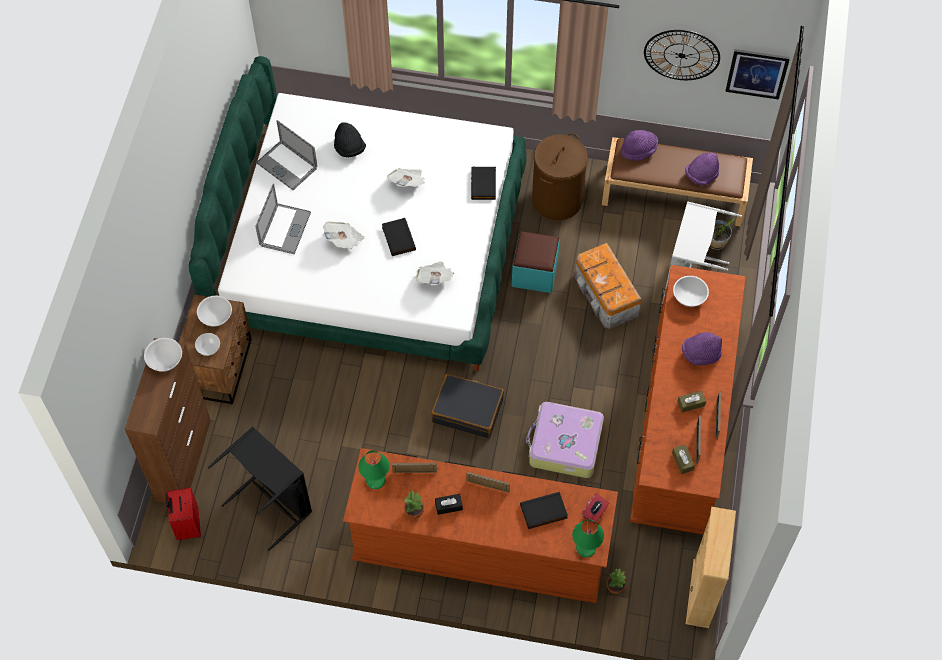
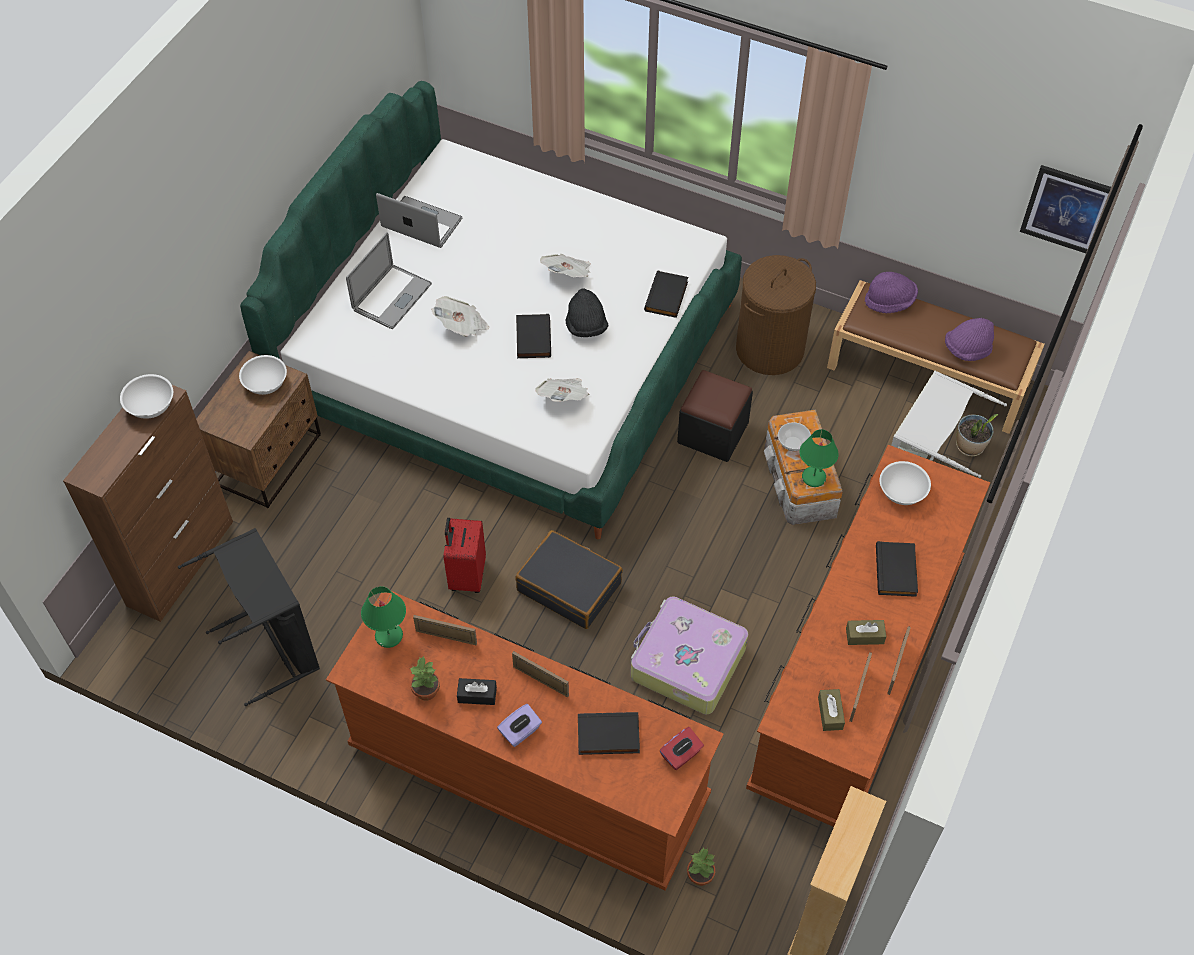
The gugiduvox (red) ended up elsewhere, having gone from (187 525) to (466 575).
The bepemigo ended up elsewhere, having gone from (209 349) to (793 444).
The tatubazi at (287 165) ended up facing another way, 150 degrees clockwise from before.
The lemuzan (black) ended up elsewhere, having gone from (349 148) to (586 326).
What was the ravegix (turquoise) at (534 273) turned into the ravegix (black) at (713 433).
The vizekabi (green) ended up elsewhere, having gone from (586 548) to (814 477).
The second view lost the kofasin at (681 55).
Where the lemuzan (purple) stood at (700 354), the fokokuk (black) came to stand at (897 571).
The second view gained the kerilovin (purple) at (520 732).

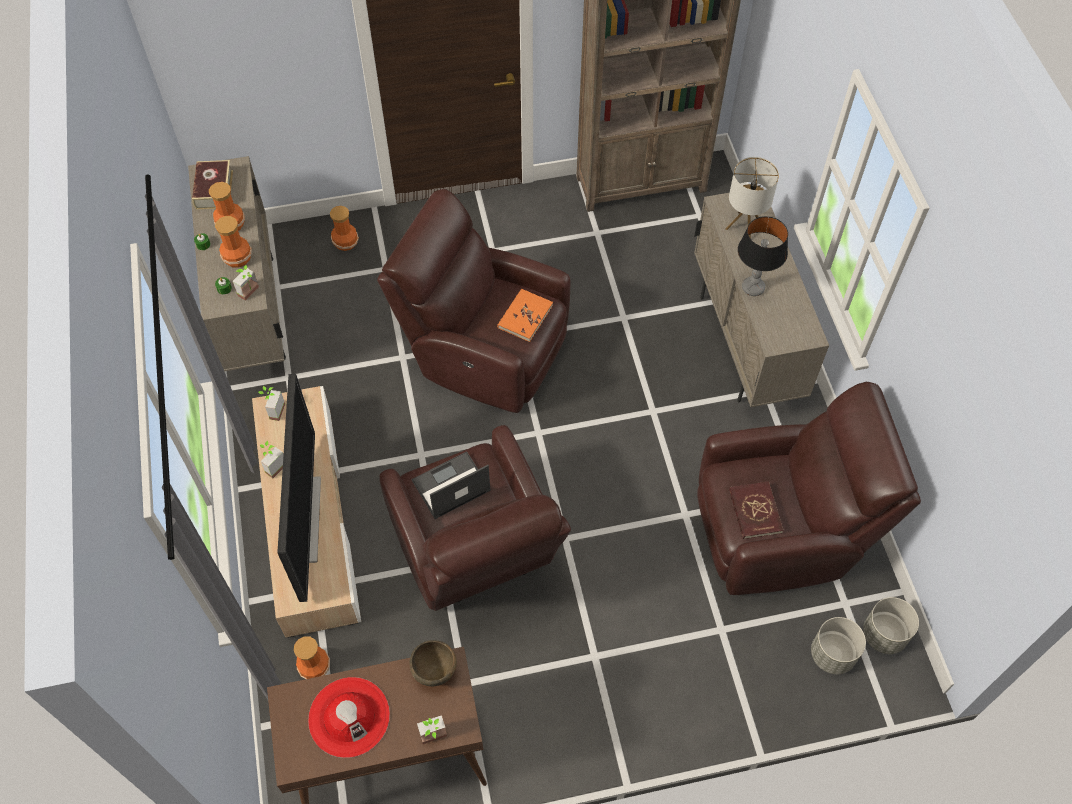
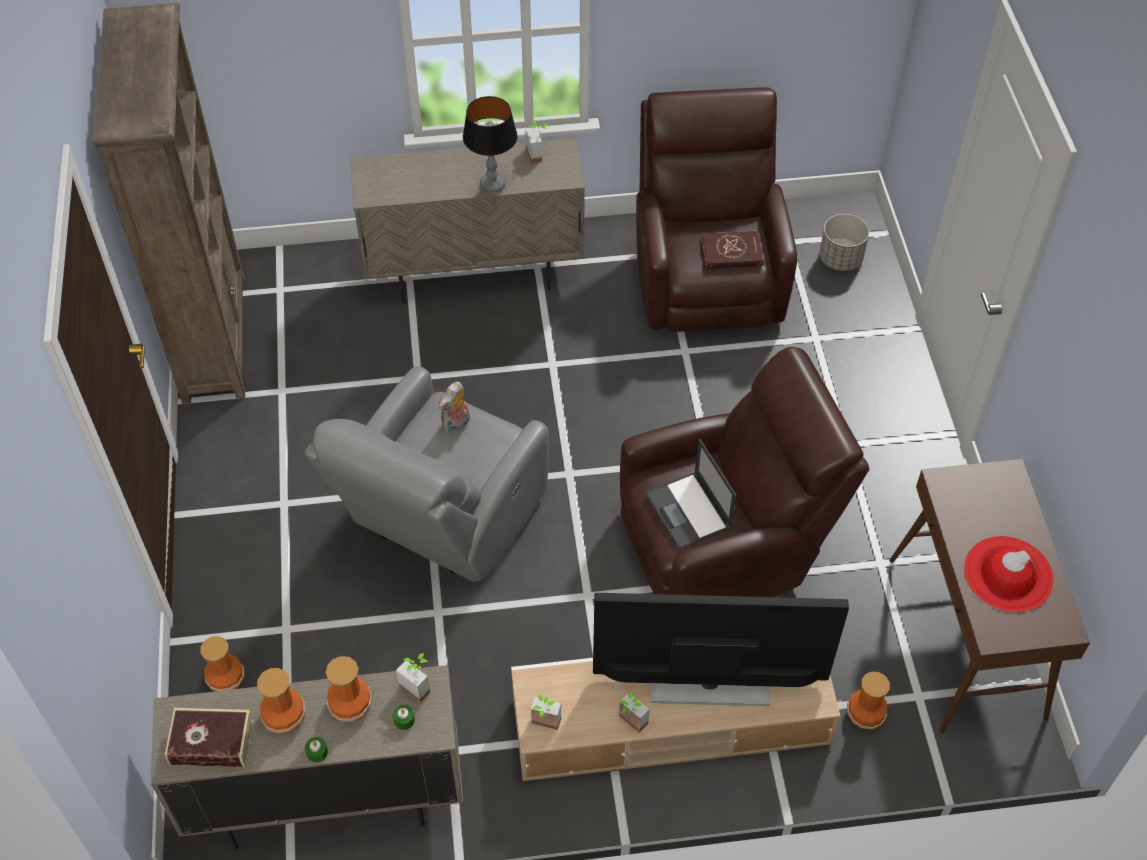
What was the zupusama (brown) at (484 350) turned into the zupusama (grey) at (441 521).
The second view lost the bepemigo (brown) at (435 671).
The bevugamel ended up elsewhere, having gone from (435 739) to (538 153).
Where the fokokuk (orange) stood at (525 316), the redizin came to stand at (456 425).
The second view lost the vizekabi at (744 226).
The second view lost the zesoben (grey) at (883 635).

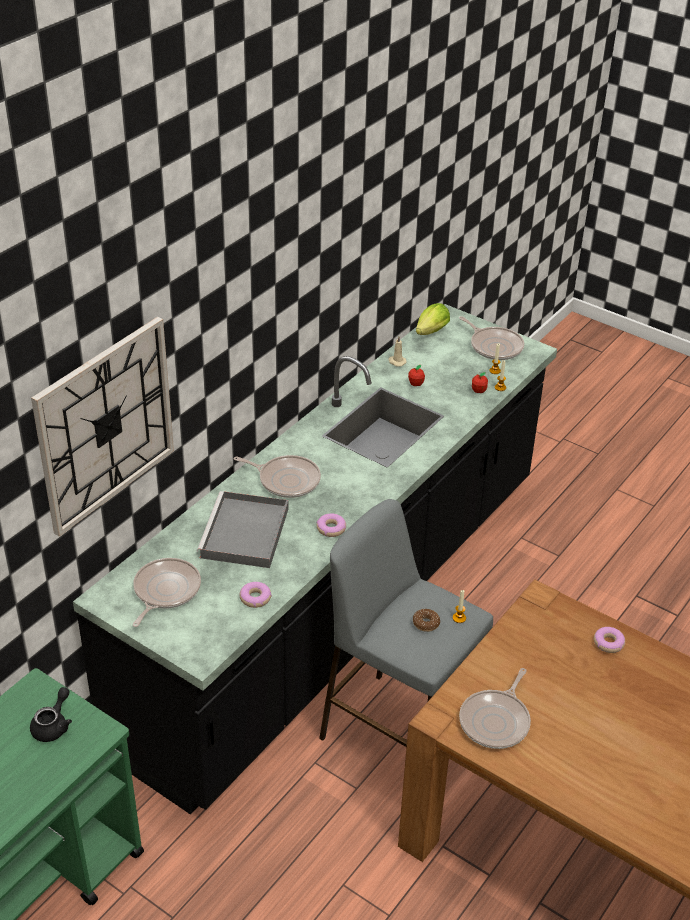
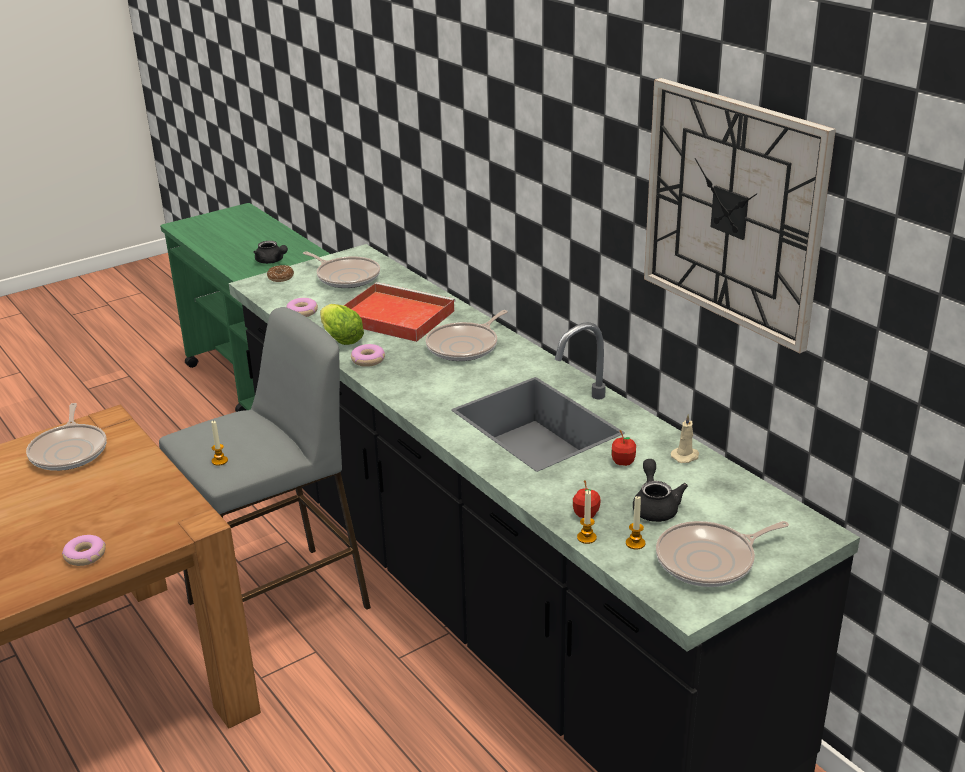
The kofasin ended up elsewhere, having gone from (105 425) to (732 211).
What was the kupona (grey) at (245 534) turned into the kupona (red) at (393 316).
The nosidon ended up elsewhere, having gone from (426 623) to (280 278).
The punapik ended up elsewhere, having gone from (430 333) to (339 338).
The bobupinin at (496 721) ended up facing another way, 150 degrees counterclockwise from before.
The second view gained the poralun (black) at (655 506).

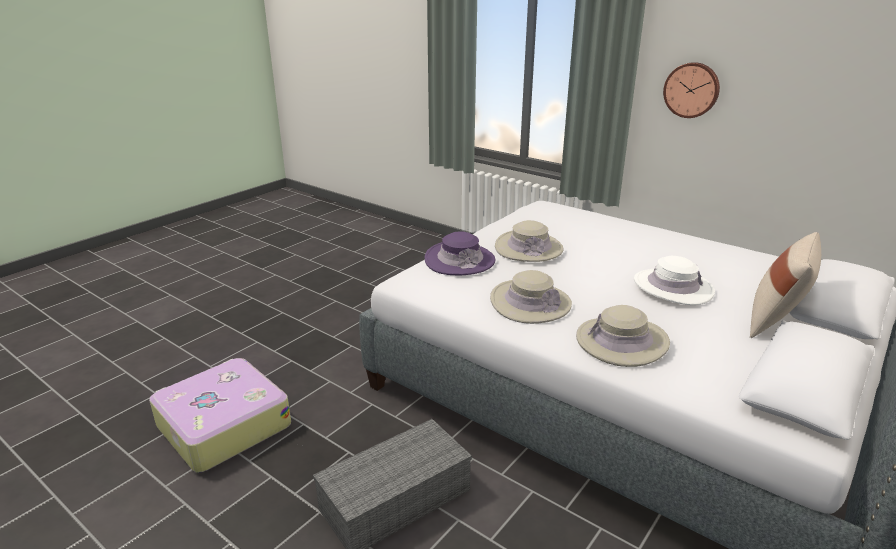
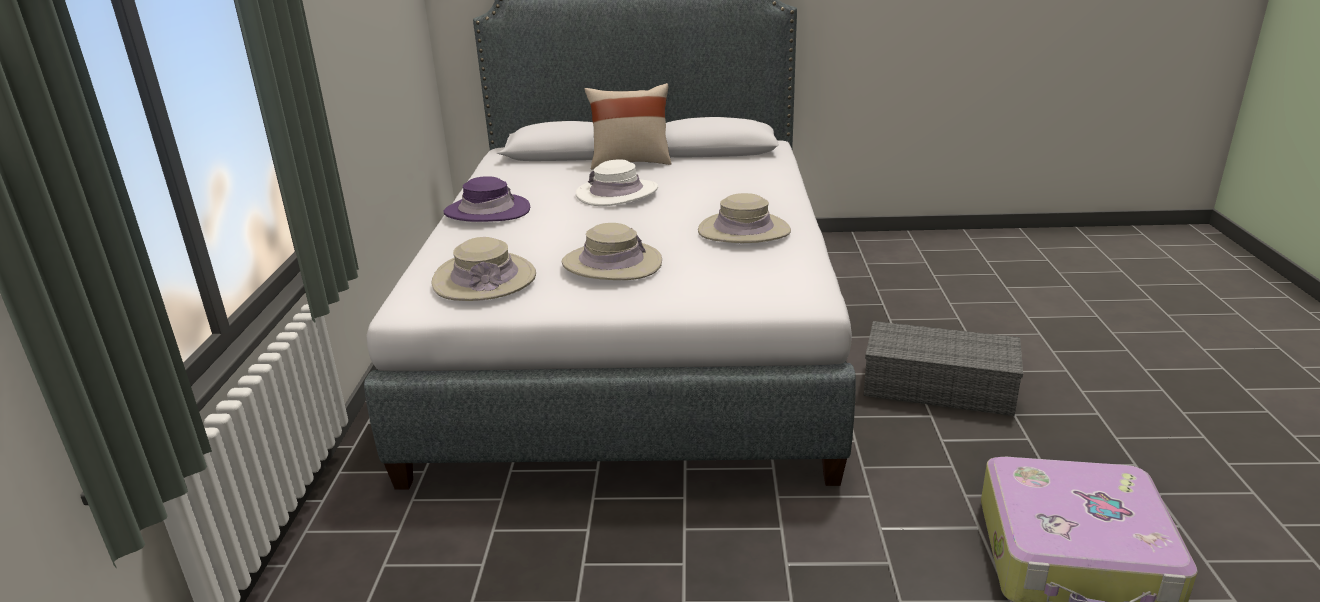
The lemuzan (purple) ended up elsewhere, having gone from (459 260) to (487 211).
The lemuzan (beige) ended up elsewhere, having gone from (621 341) to (484 279).
The second view lost the kofasin at (691 90).

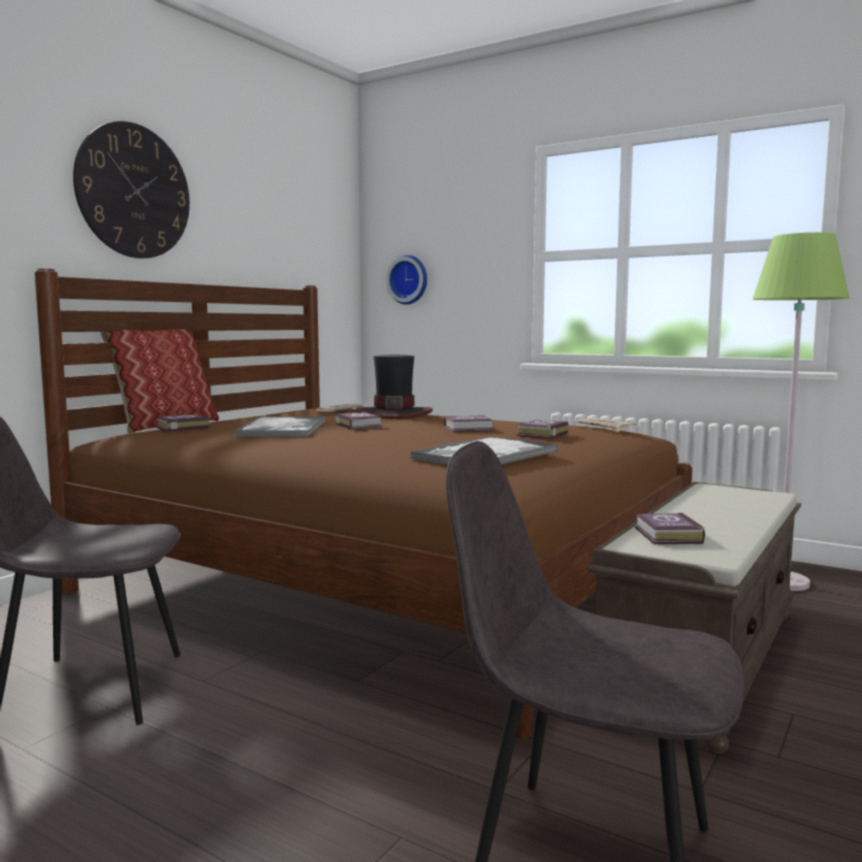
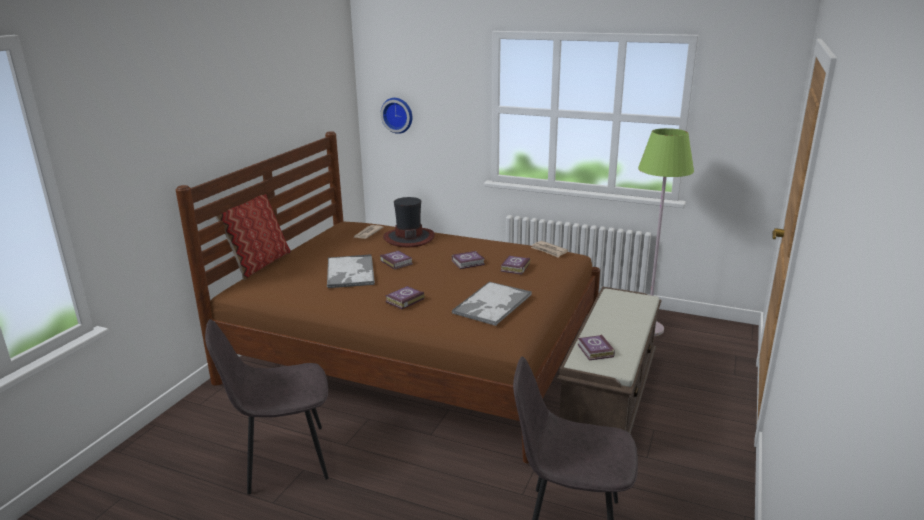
The second view lost the kofasin at (134 191).
The fokokuk ended up elsewhere, having gone from (181 427) to (403 300).

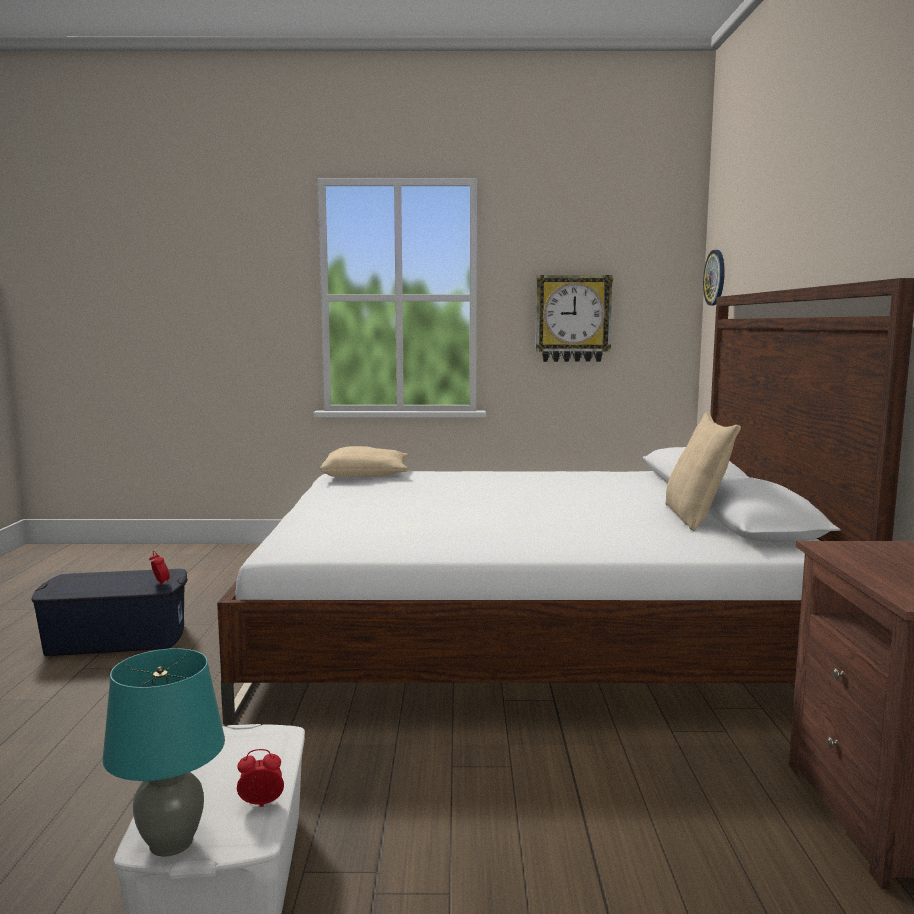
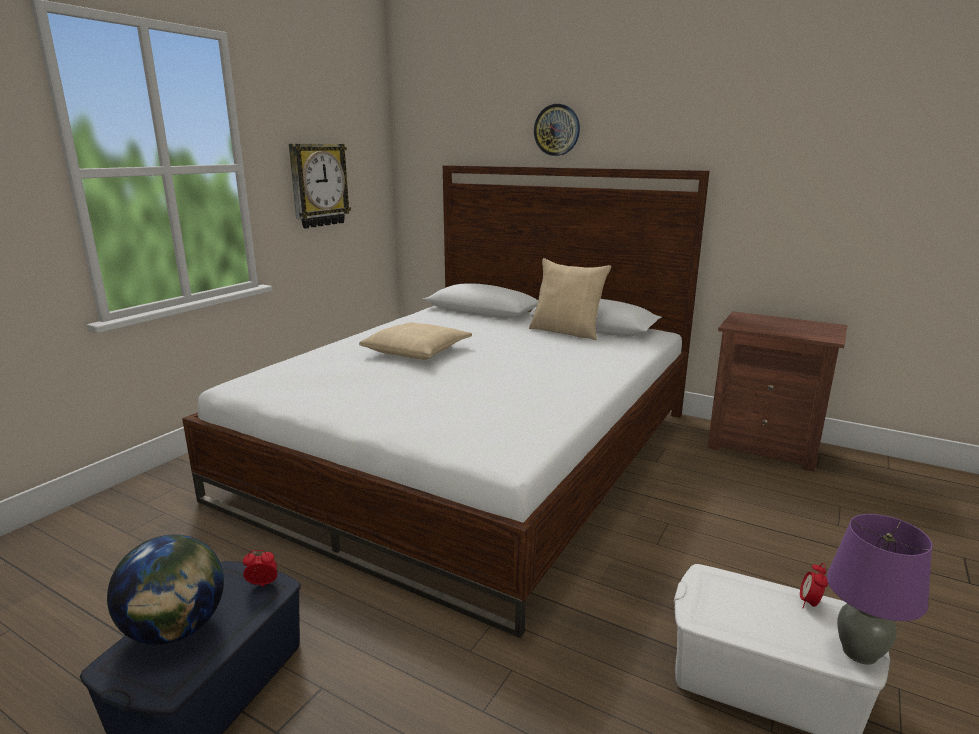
What was the vizekabi (turquoise) at (170 843) turned into the vizekabi (purple) at (859 653).
The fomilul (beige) ended up elsewhere, having gone from (366 475) to (417 351).
The kofasin ended up elsewhere, having gone from (715 277) to (557 130).
The second view gained the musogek at (176 629).

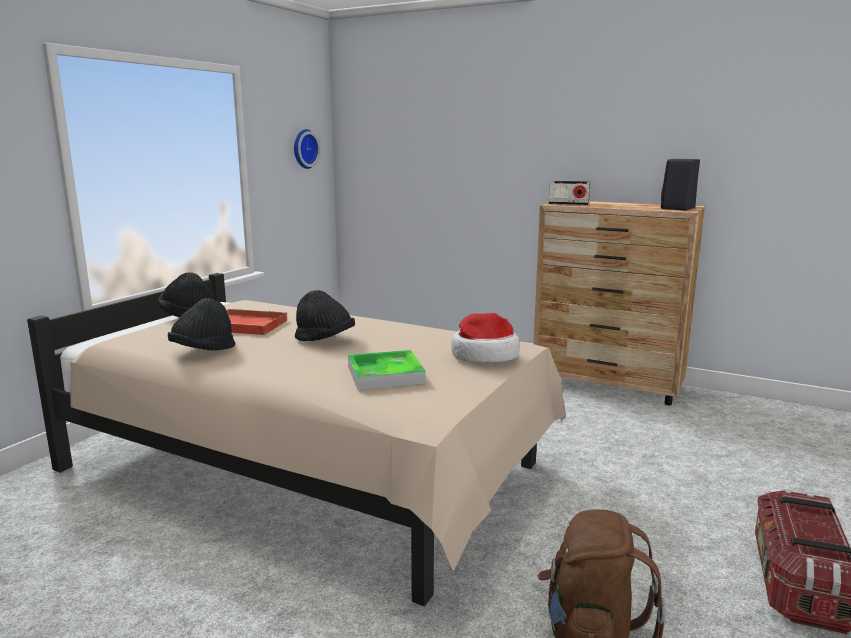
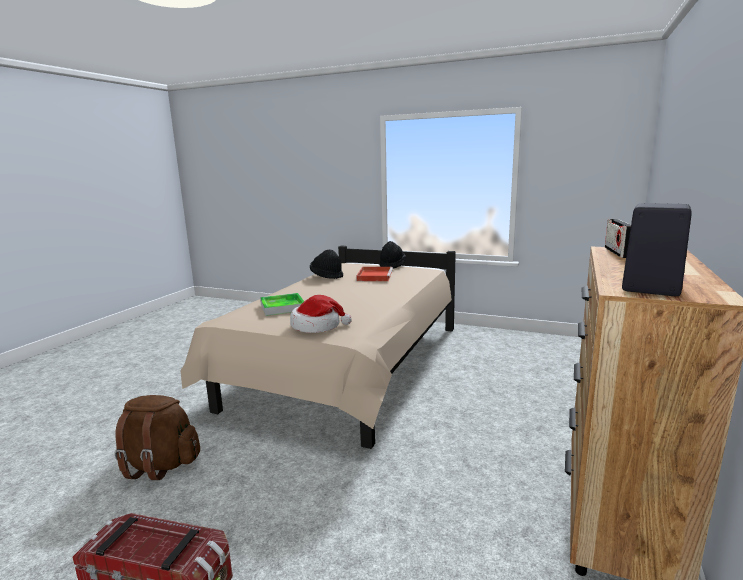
The second view lost the kofasin at (304 149).
The second view lost the lemuzan (black) at (324 340).

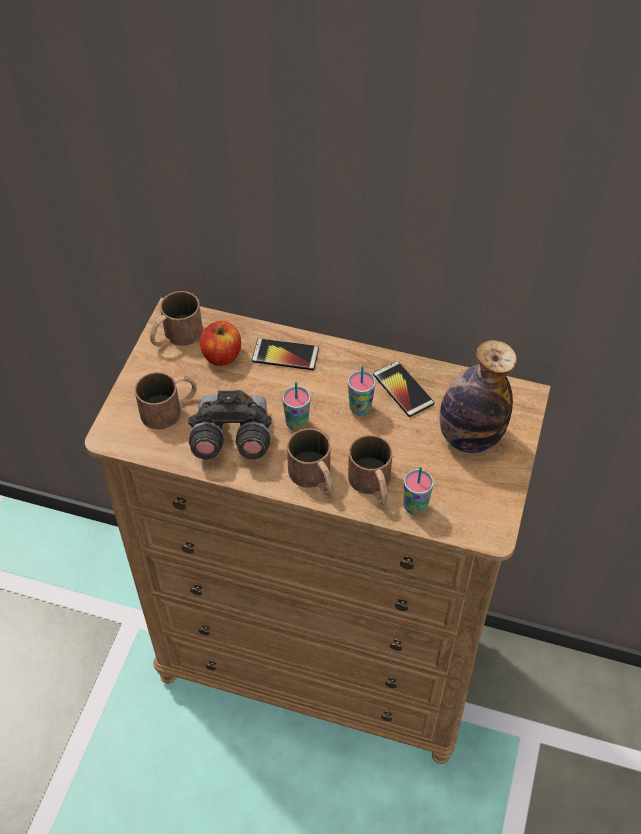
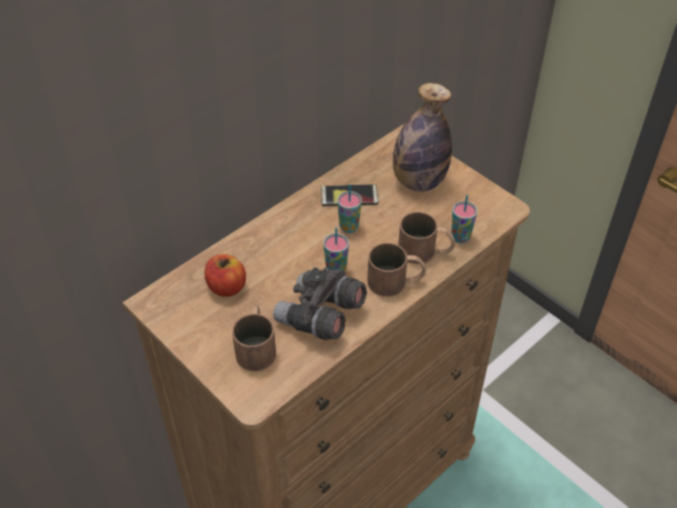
The second view lost the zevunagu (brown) at (175 336).
The second view lost the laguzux at (285 355).

